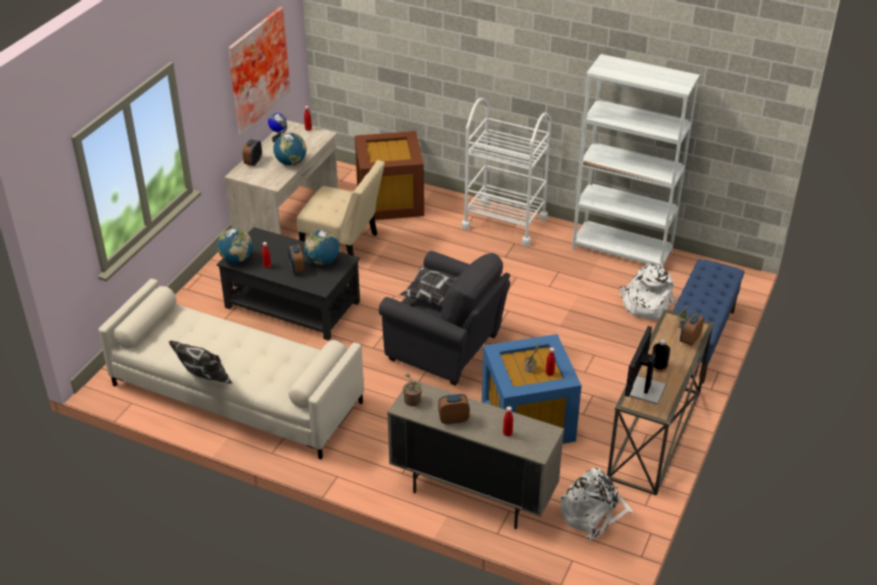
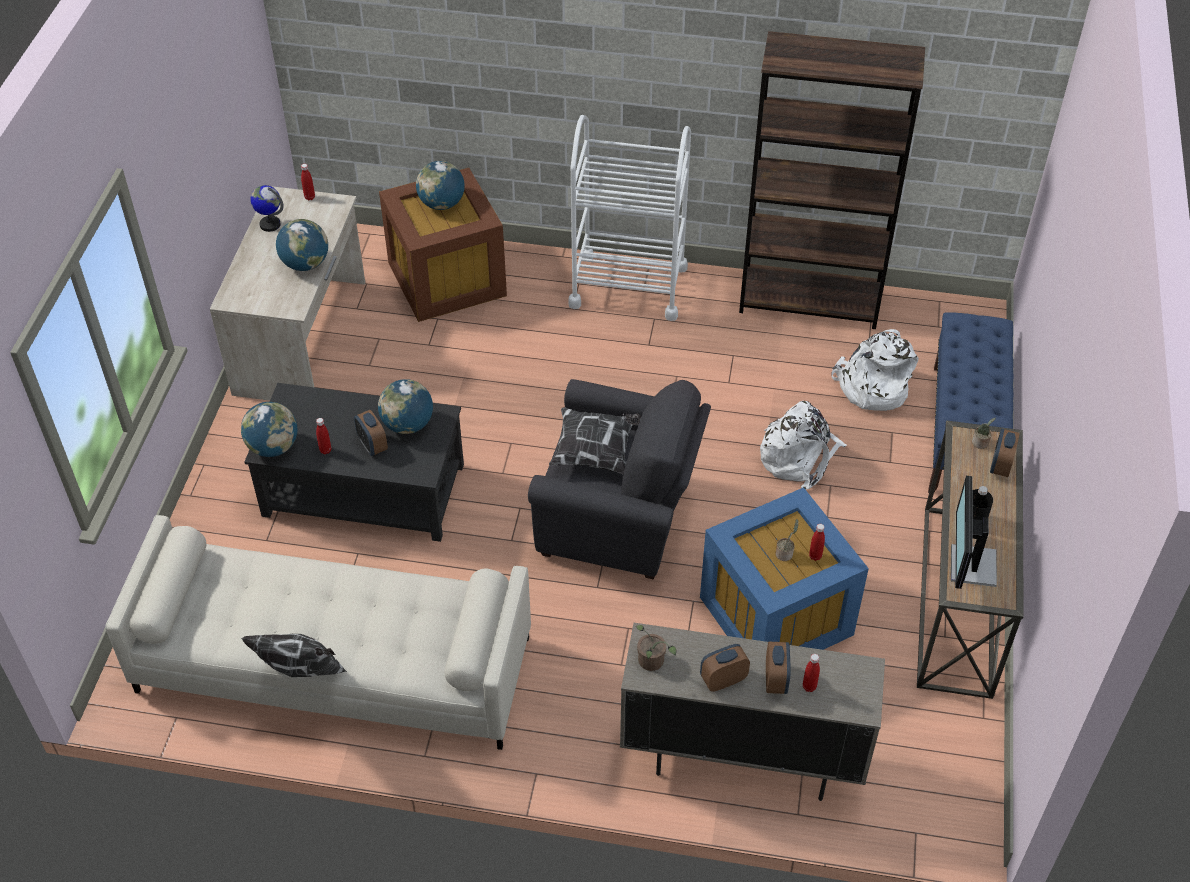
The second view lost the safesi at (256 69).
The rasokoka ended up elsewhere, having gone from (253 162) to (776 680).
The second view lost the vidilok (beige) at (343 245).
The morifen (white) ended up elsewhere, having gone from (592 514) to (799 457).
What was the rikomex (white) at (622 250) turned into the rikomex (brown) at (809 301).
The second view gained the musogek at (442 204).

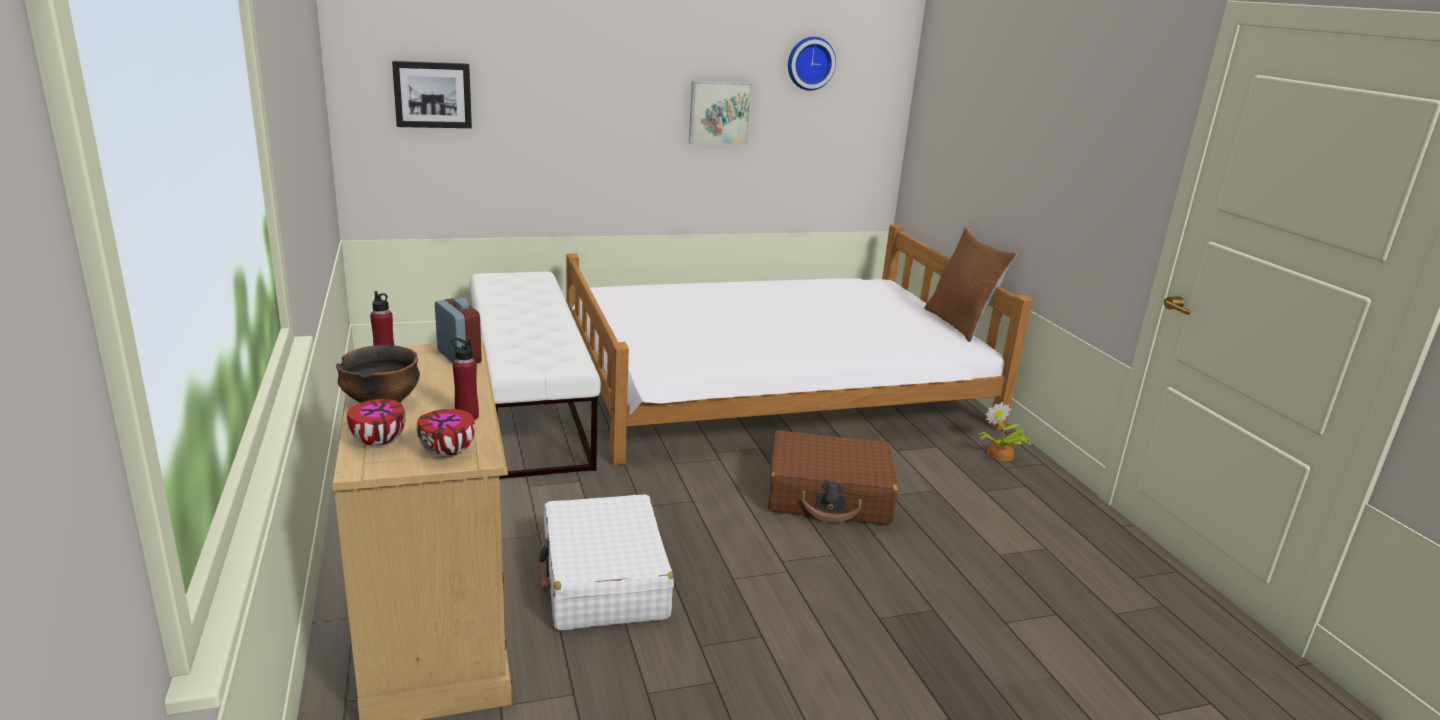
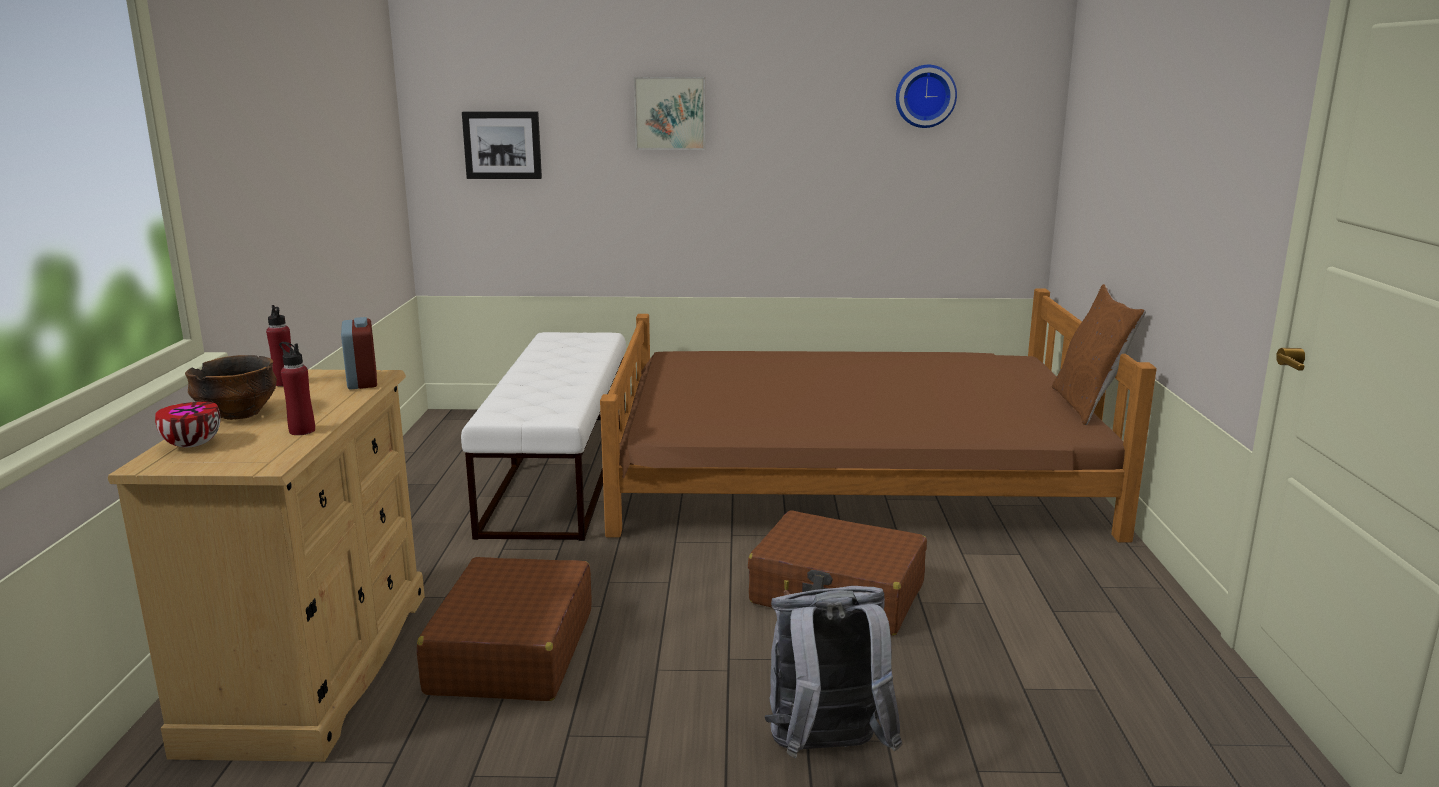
The second view lost the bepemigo at (449 452).
What was the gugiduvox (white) at (604 580) turned into the gugiduvox (brown) at (511 651).
What was the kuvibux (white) at (771 386) turned into the kuvibux (brown) at (847 472).
The safesi ended up elsewhere, having gone from (719 112) to (670 113).
The second view lost the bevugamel at (1000 455).
The second view gained the morifen (grey) at (826 751).

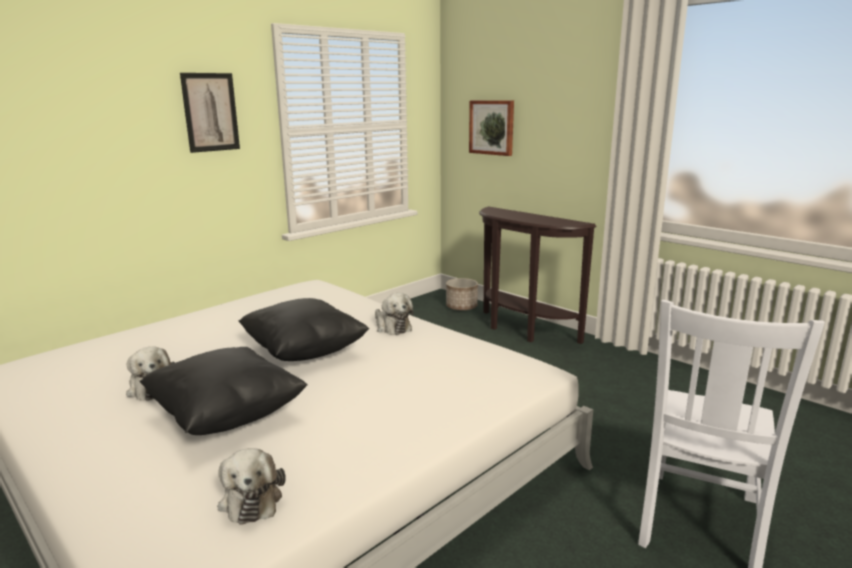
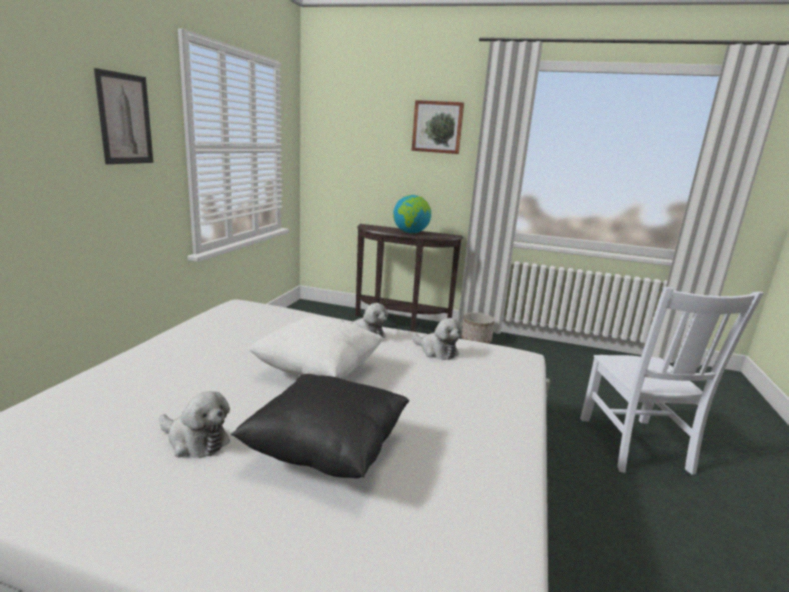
The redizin ended up elsewhere, having gone from (251 499) to (436 351).
What was the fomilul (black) at (304 352) turned into the fomilul (white) at (318 371).
The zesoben ended up elsewhere, having gone from (461 307) to (476 340).
The safesi ended up elsewhere, having gone from (492 127) to (437 127).
The second view gained the musogek at (410 233).

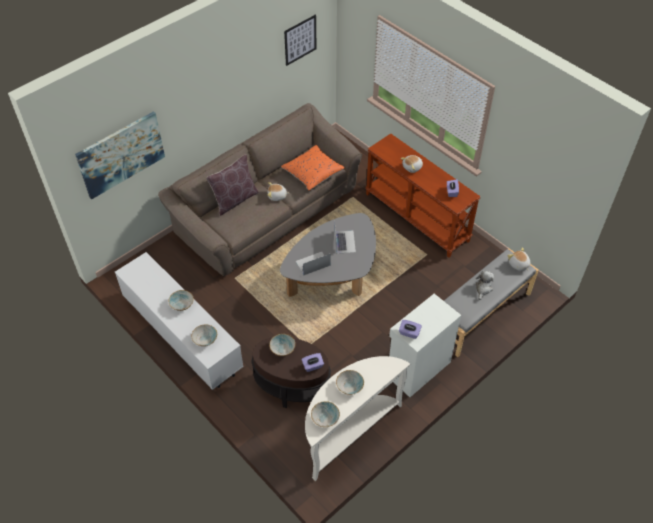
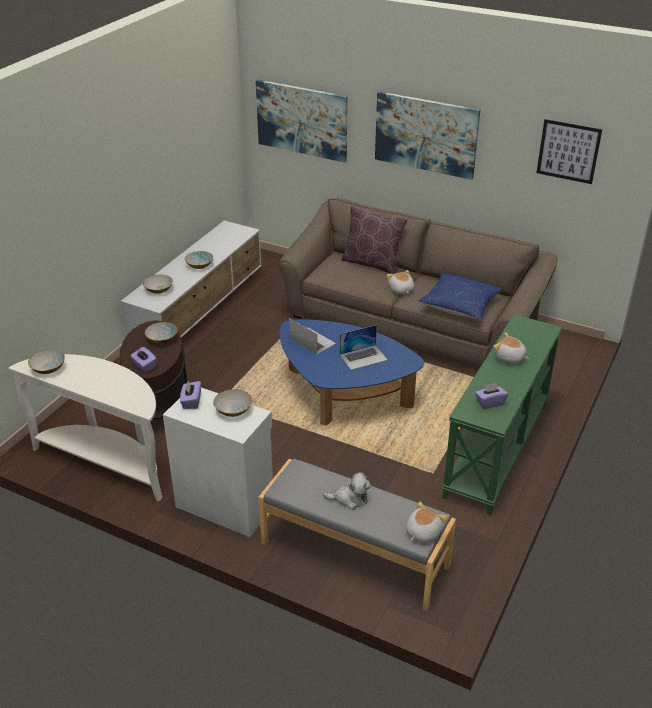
What was the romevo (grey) at (333 275) turned into the romevo (blue) at (343 395).
What was the fomilul (orange) at (312 173) turned into the fomilul (blue) at (459 305).
The bepemigo ended up elsewhere, having gone from (350 386) to (233 410).
What was the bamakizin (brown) at (417 217) turned into the bamakizin (green) at (498 449).
The second view gained the safesi at (426 134).

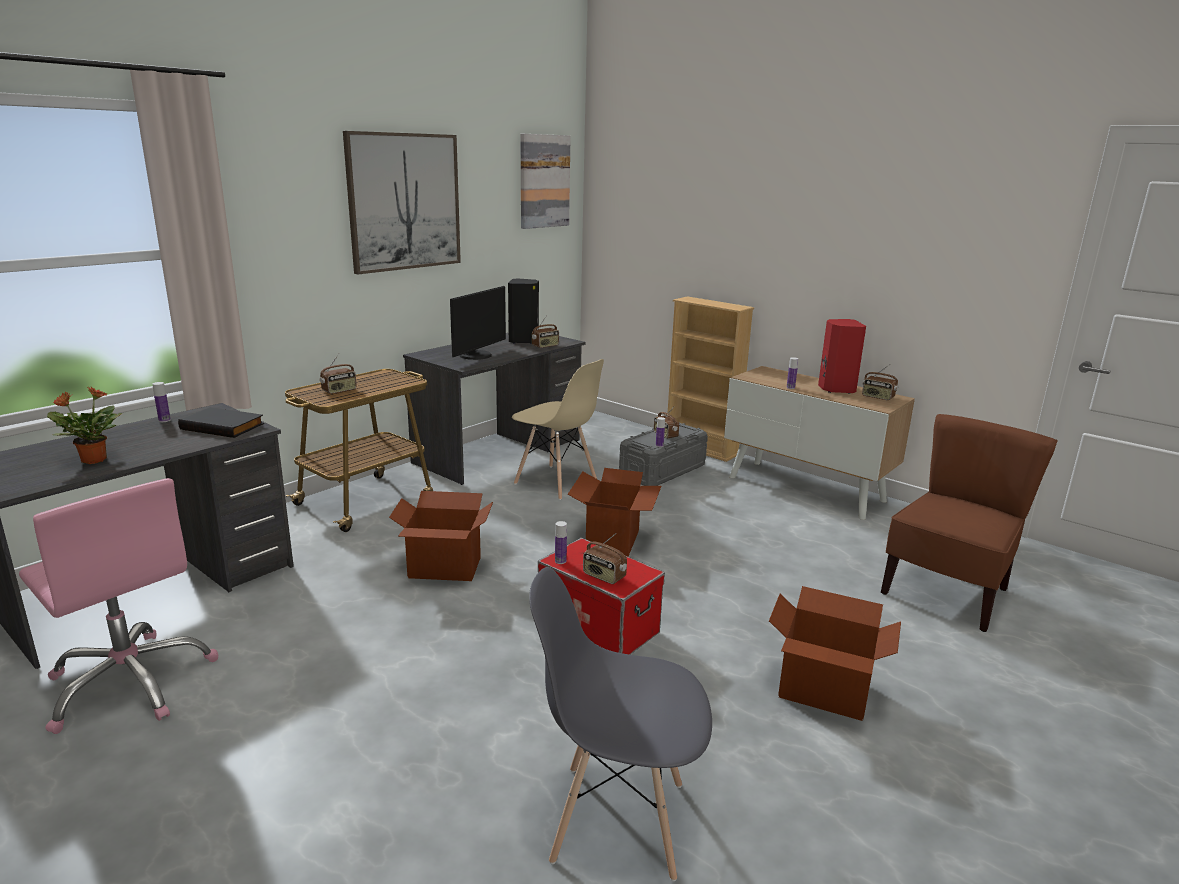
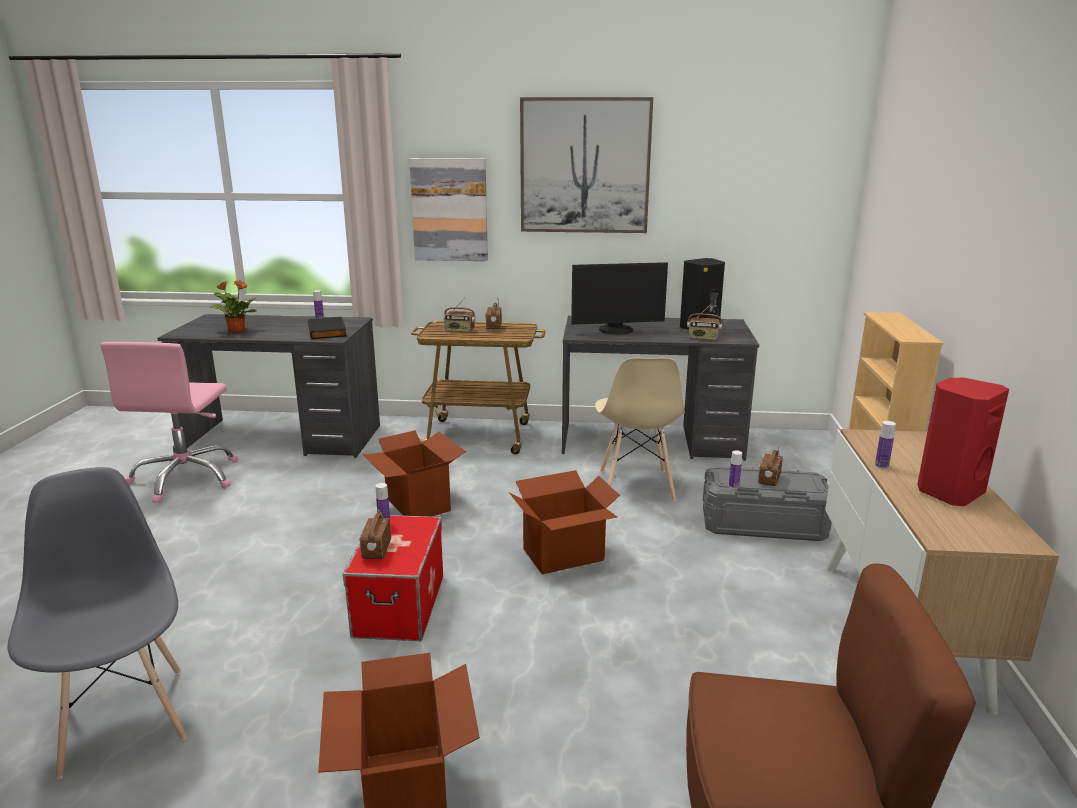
The safesi ended up elsewhere, having gone from (544 181) to (450 210).
The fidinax ended up elsewhere, having gone from (877 397) to (493 327).

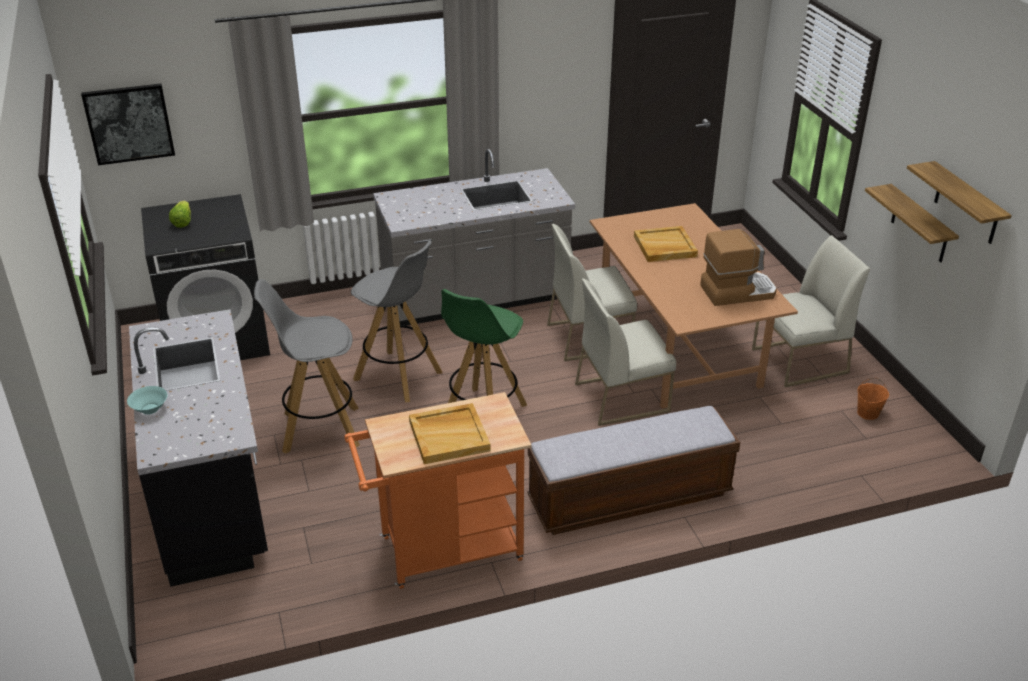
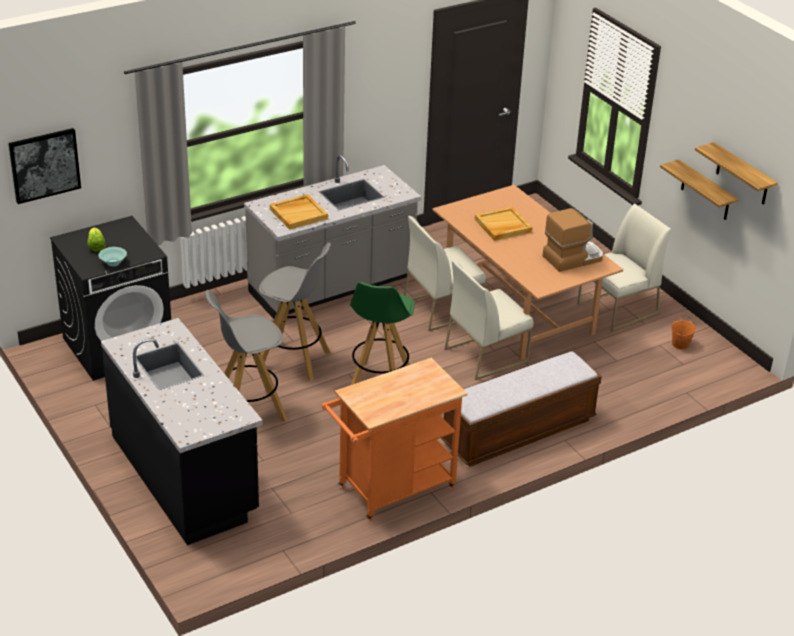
The bepemigo (turquoise) ended up elsewhere, having gone from (150 409) to (113 262).
The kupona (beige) ended up elsewhere, having gone from (449 435) to (299 213).

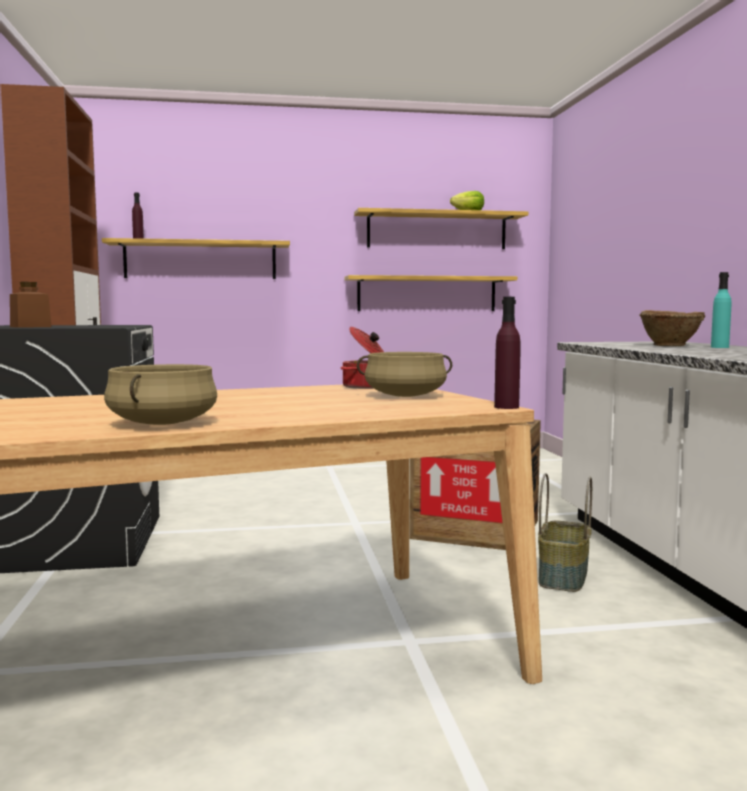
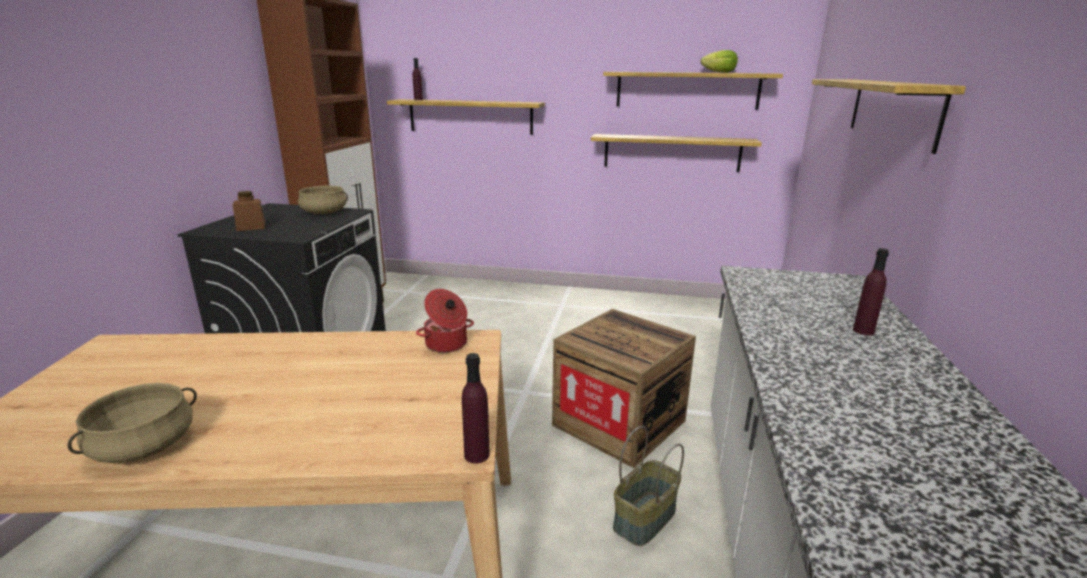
The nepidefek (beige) ended up elsewhere, having gone from (405 396) to (324 212).
The second view lost the bepemigo (brown) at (671 345).
What was the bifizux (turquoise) at (719 347) turned into the bifizux (purple) at (863 331).
The second view gained the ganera at (892 110).

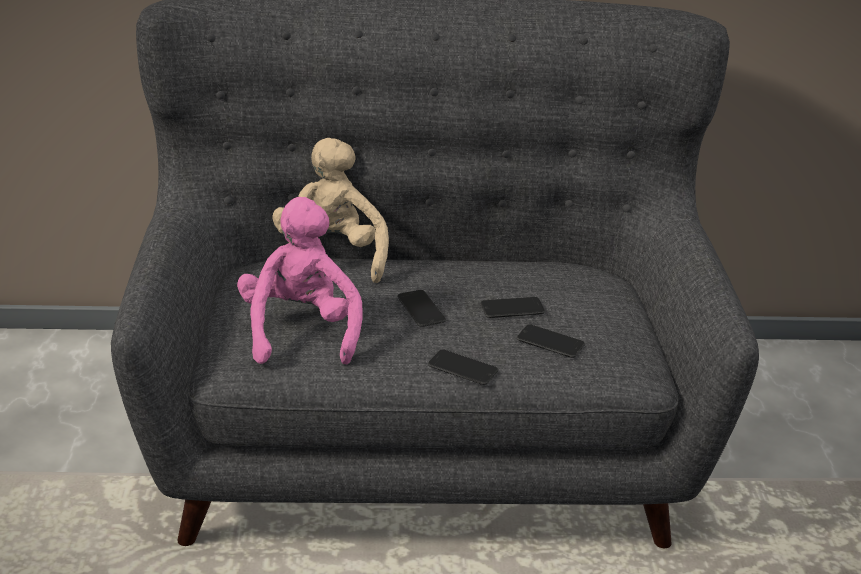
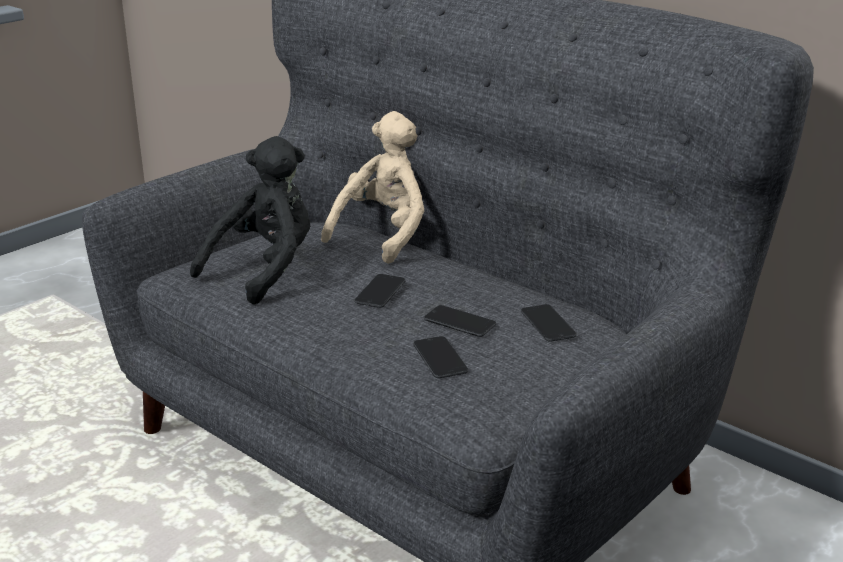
What was the redizin (pink) at (300 331) turned into the redizin (black) at (265 270).
The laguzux ended up elsewhere, having gone from (462 368) to (548 324).

